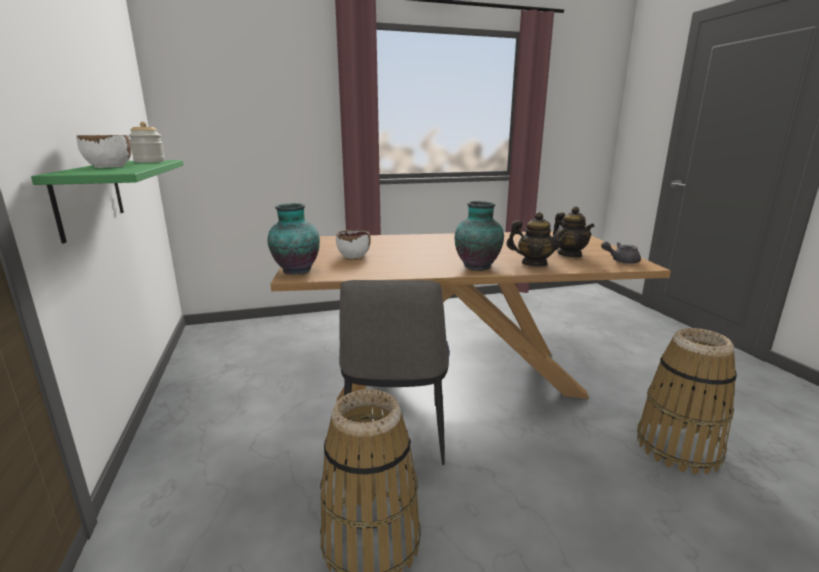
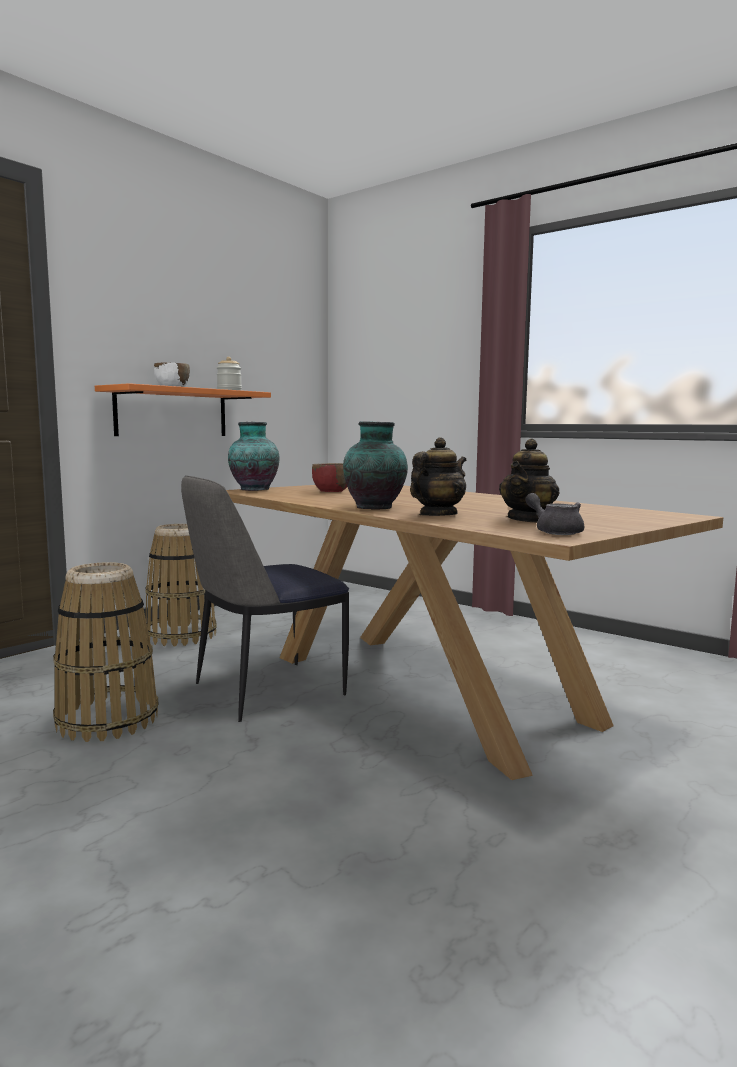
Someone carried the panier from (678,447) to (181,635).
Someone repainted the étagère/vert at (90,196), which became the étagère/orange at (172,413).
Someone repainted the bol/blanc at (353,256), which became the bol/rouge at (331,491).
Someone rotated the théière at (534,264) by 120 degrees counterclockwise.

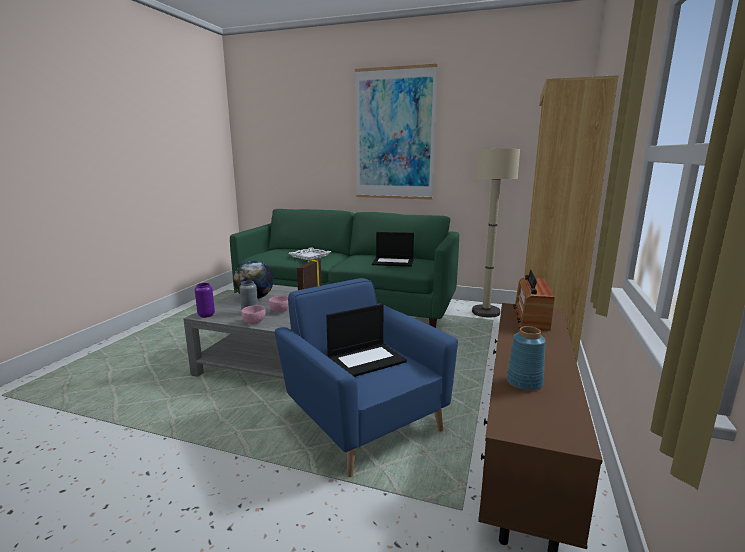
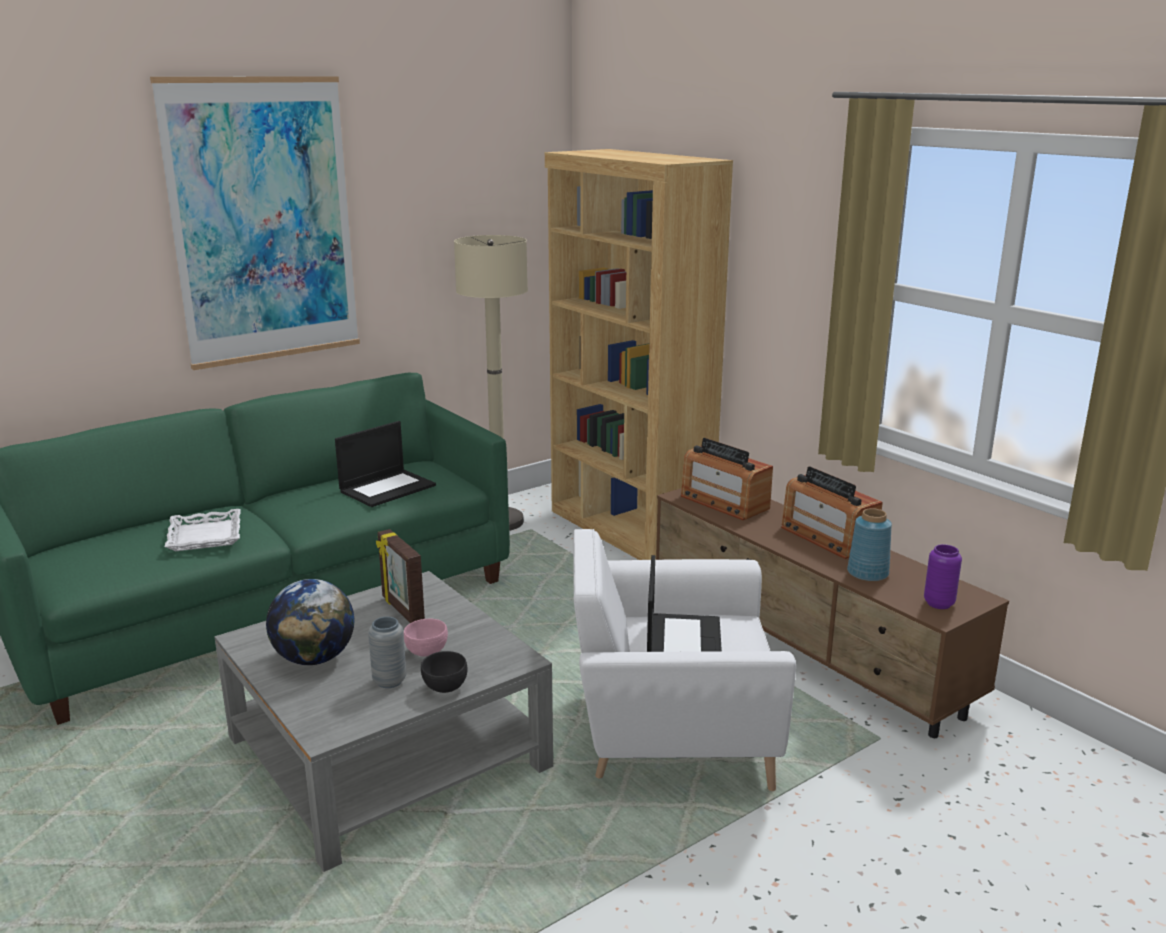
Someone put down the radio at (827,537).
Someone carried the vase/violet from (206,315) to (938,603).
Someone repainted the bol/rose at (254,322), which became the bol/noir at (445,687).
Someone repainted the fauteuil/bleu at (363,421), which became the fauteuil/blanc at (670,737).

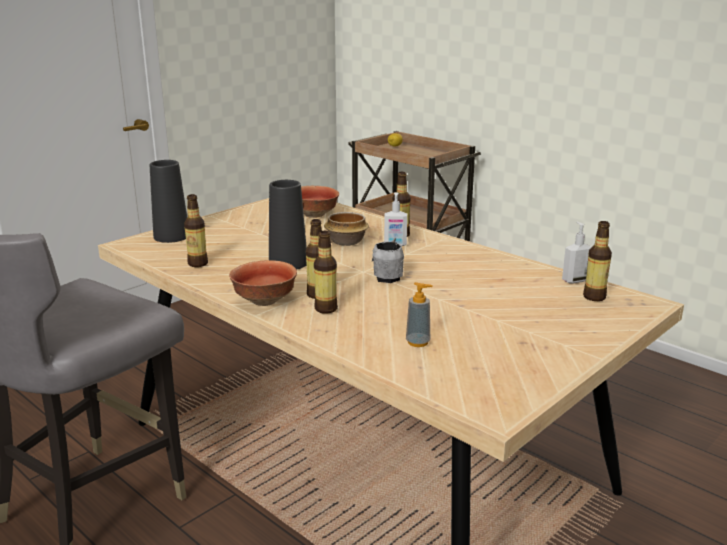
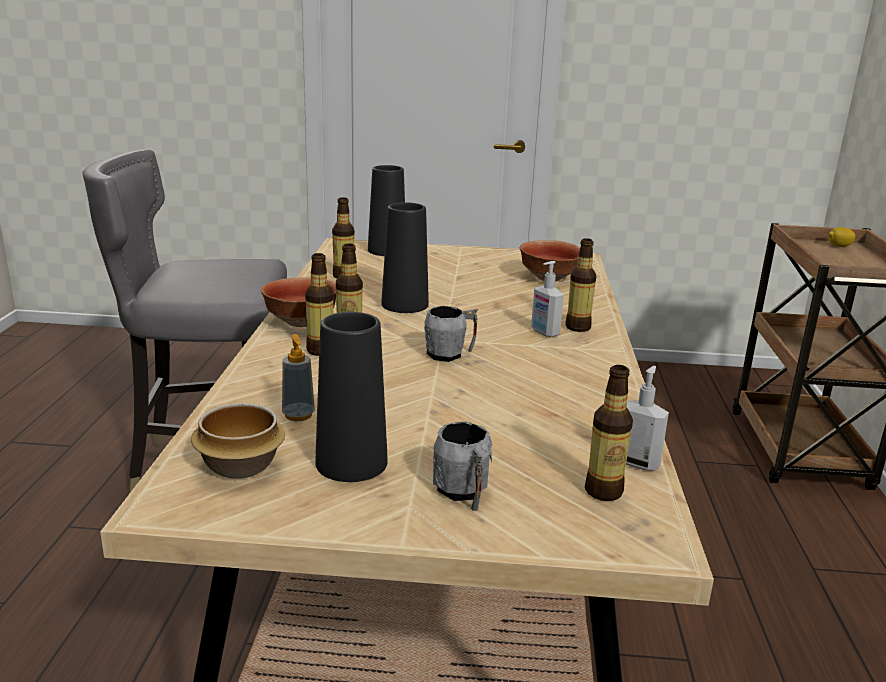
Someone put down the vase/noir at (351,462).
Someone put down the mug/gris at (463,493).
Someone carried the bol from (345,242) to (239,465).

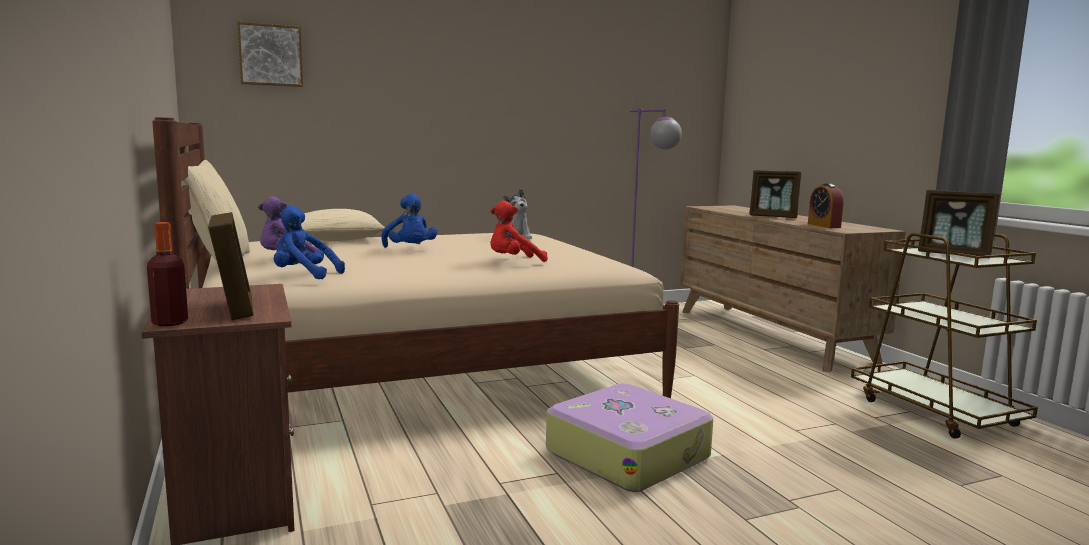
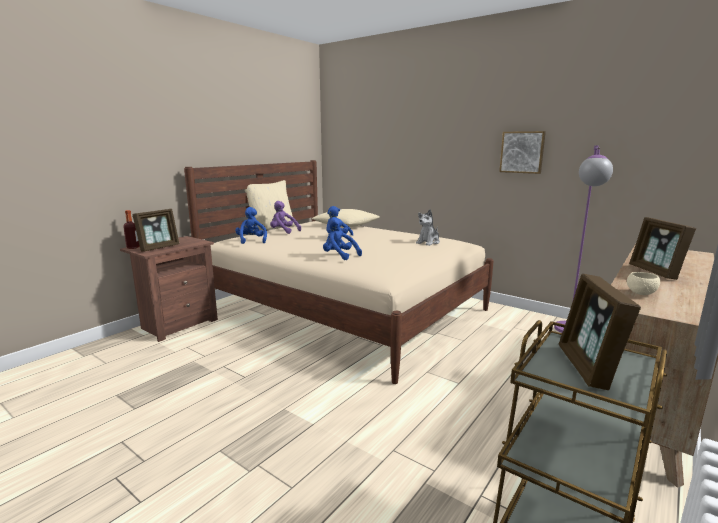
Someone took away the valise at (628,454).
Someone carried the tableau from (270,55) to (522,152).
Someone swapped the réveil at (824,225) for the bol/beige at (640,293).
Someone repainted the peluche/rouge at (513,261), which became the peluche/bleu at (339,256).

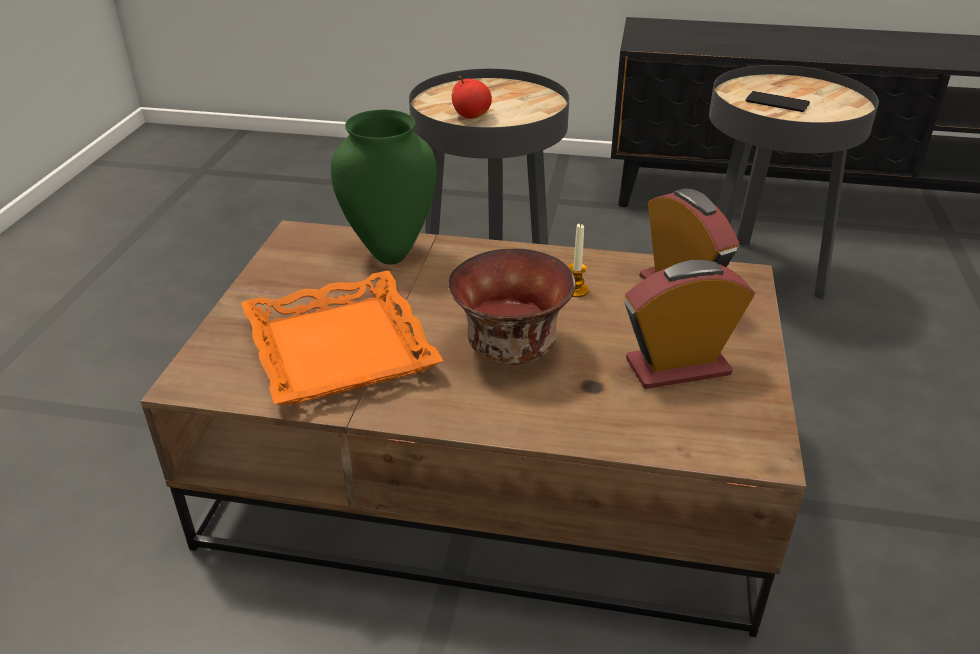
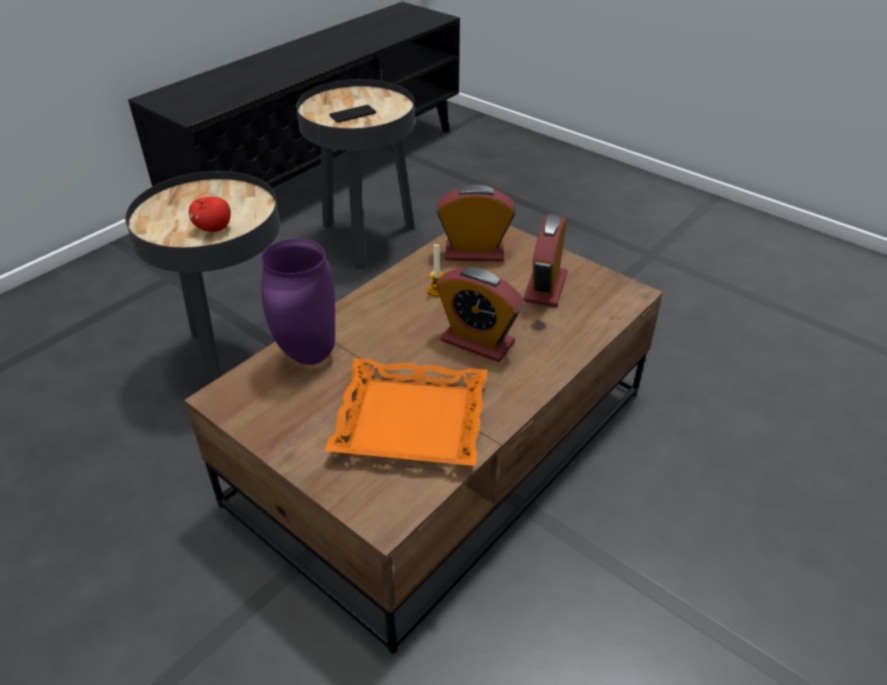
Someone swapped the bol at (512,349) for the réveil at (477,342).
Someone repainted the vase/vert at (390,255), which became the vase/violet at (310,356).

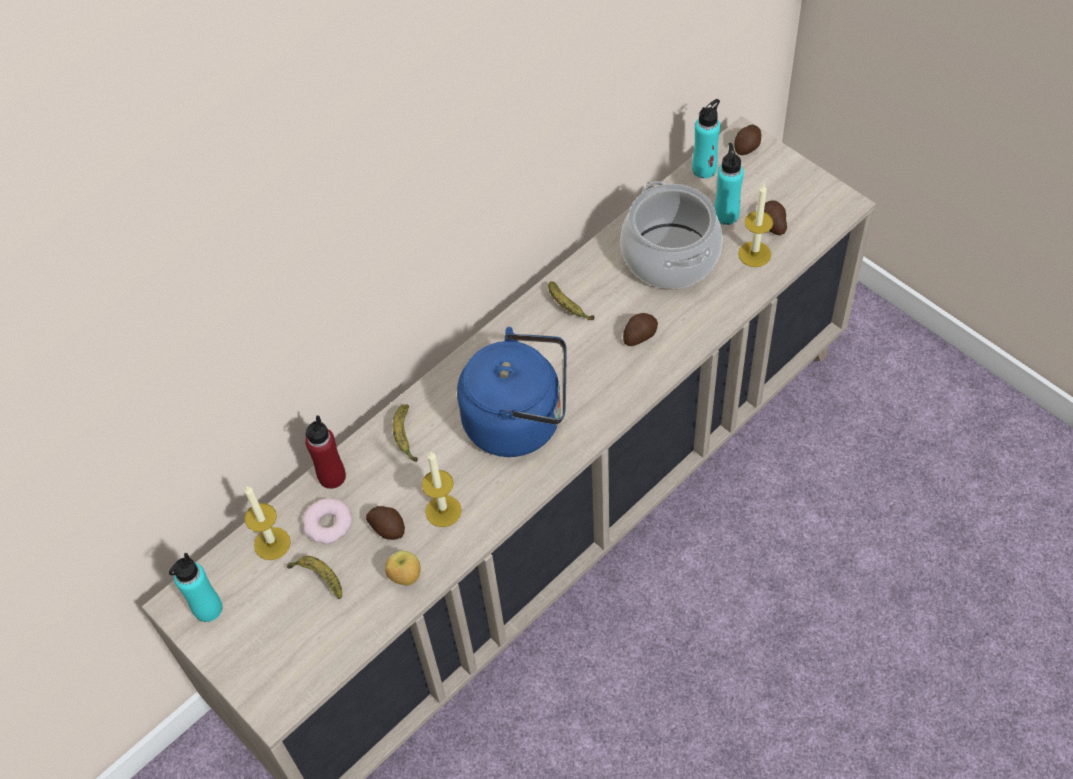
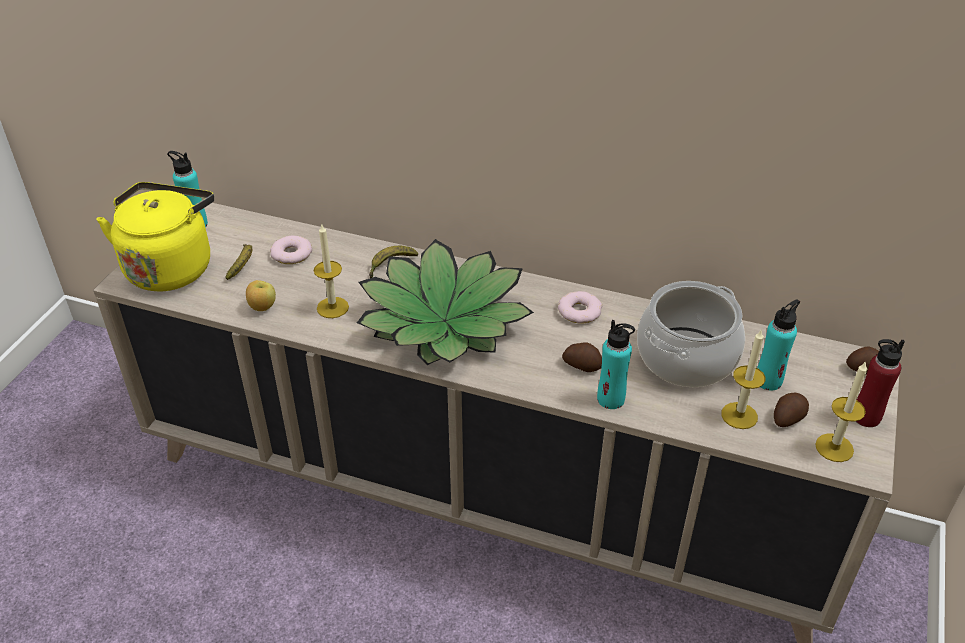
Someone took away the pomme de terre at (387,527).
Someone put down the bouilloire/jaune at (171,266).
Someone carried the bougie from (272,543) to (834,447).
Someone carried the bouteille/rouge from (332,476) to (866,417).
Someone carried the bouteille/turquoise from (704,169) to (611,399).
Someone swapped the bouilloire/bleu at (519,420) for the plante en pot at (444,321).
Someone swapped the banane at (567,307) for the beignet at (579,311).

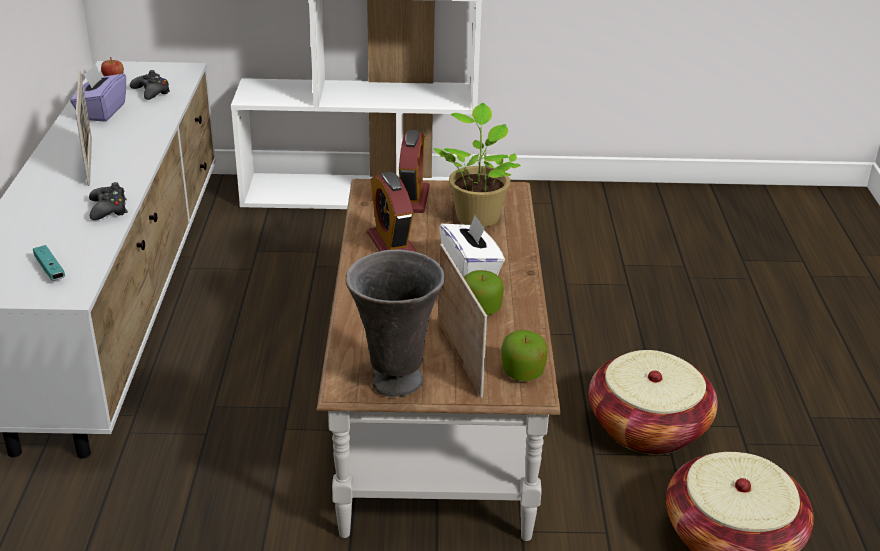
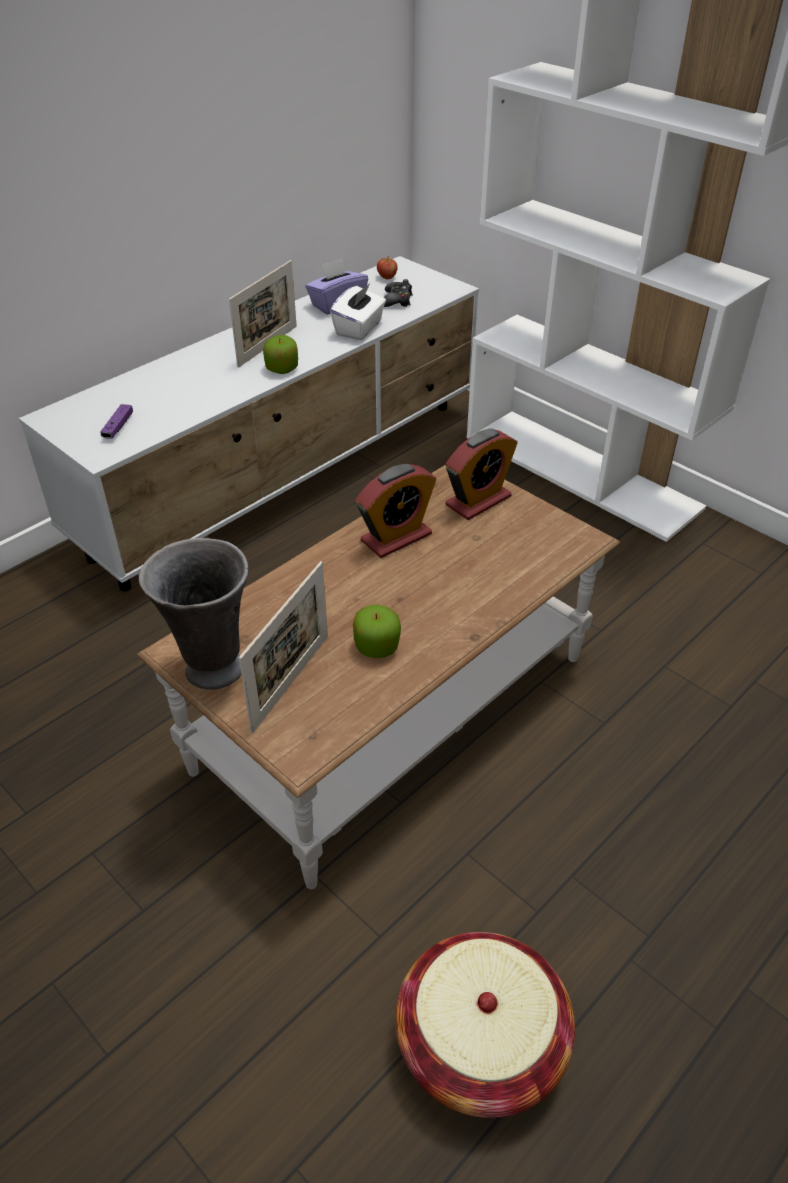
Someone took away the manette/noir at (108,209).
Someone took away the plante en pot at (477,215).
Someone took away the panier at (647,427).
Someone carried the boîte à mouchoirs/blanc from (470,269) to (359,329).
Someone carried the pomme from (522,372) to (282,369).
Someone repainted the manette/turquoise at (50,269), which became the manette/violet at (118,427).
Someone rotated the réveil at (391,245) by 150 degrees counterclockwise.

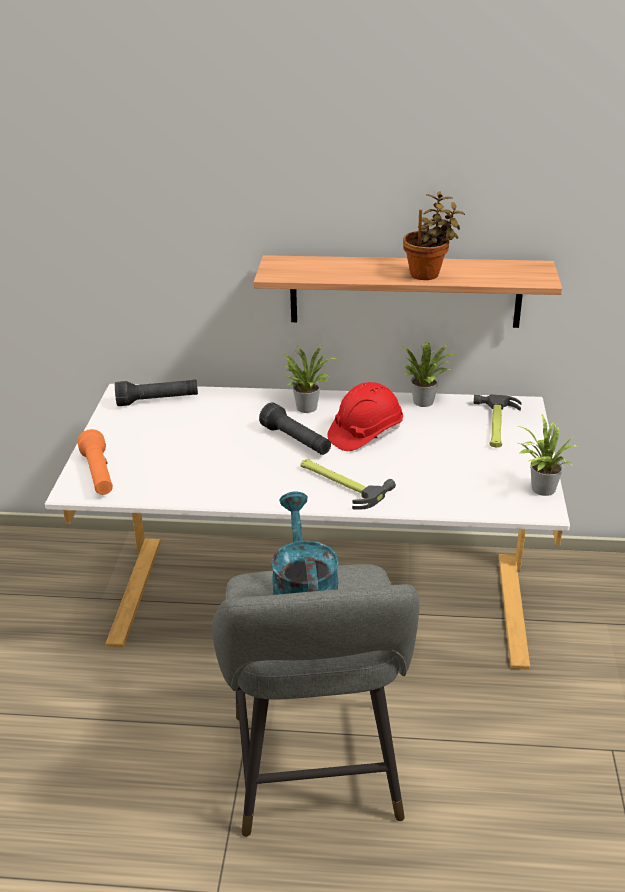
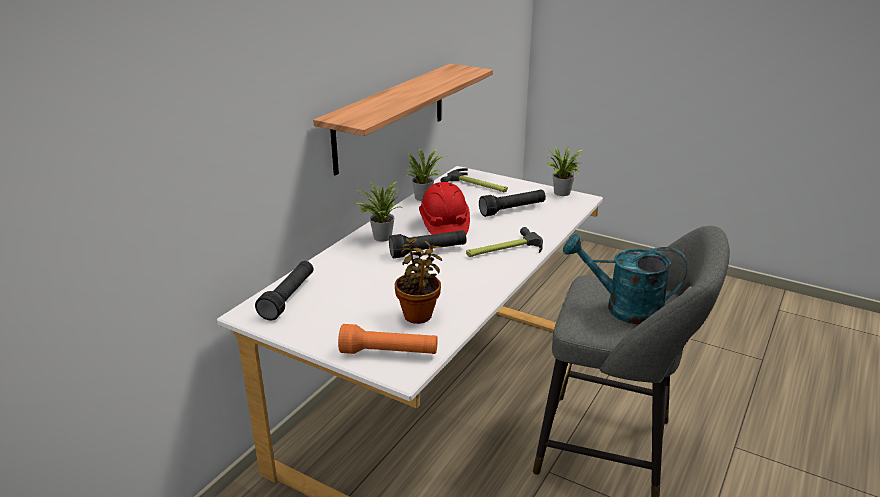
Someone put down the lampe de poche/noir at (512,210).
Someone carried the plante en pot from (428,274) to (419,314).

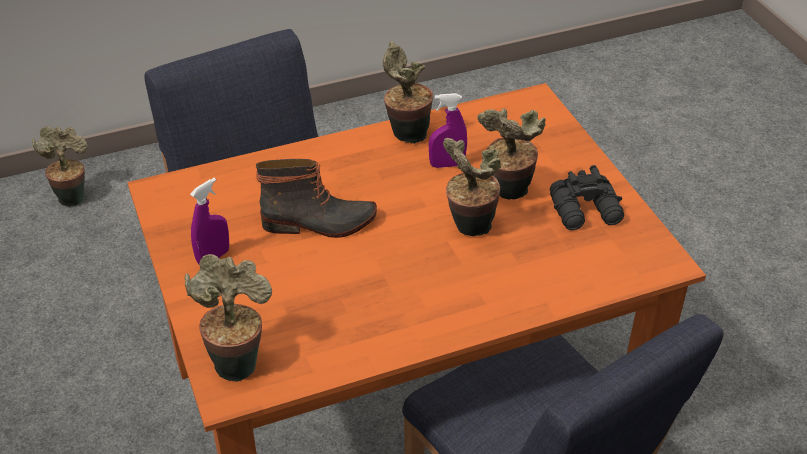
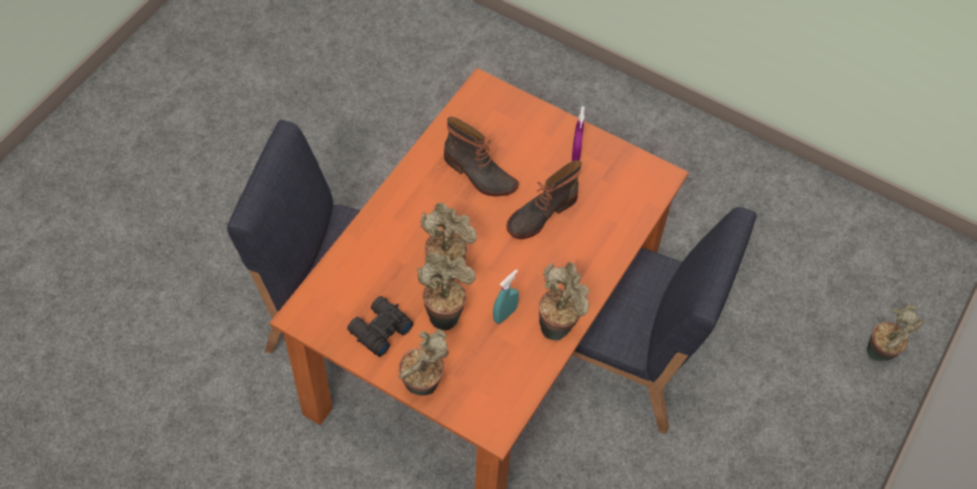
Someone put down the botte at (479,175).
Someone carried the plante en pot from (237,361) to (423,387).
Someone repainted the vaporisateur/violet at (447,164), which became the vaporisateur/turquoise at (505,314).

